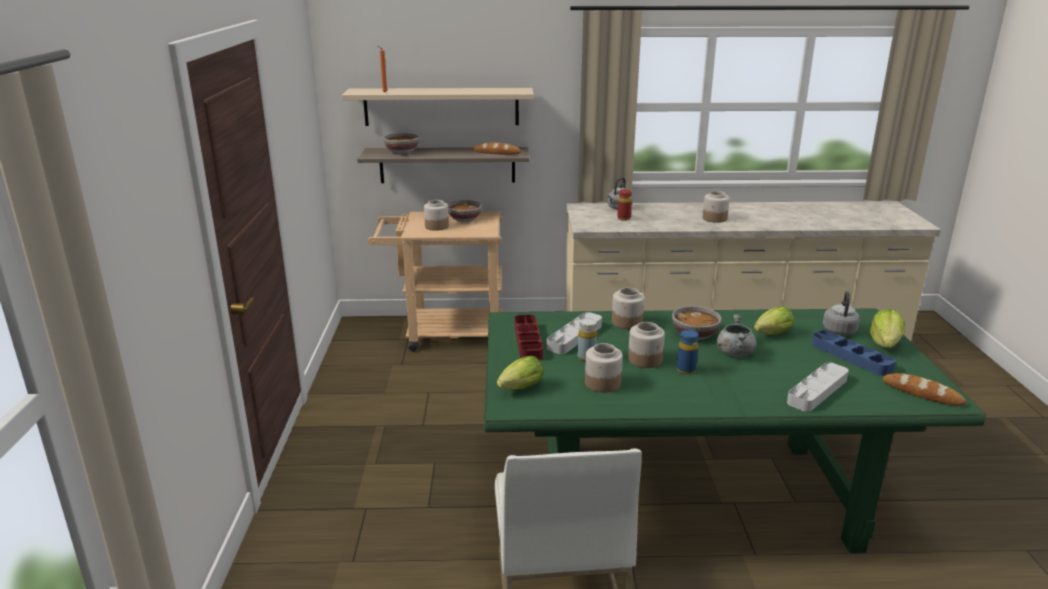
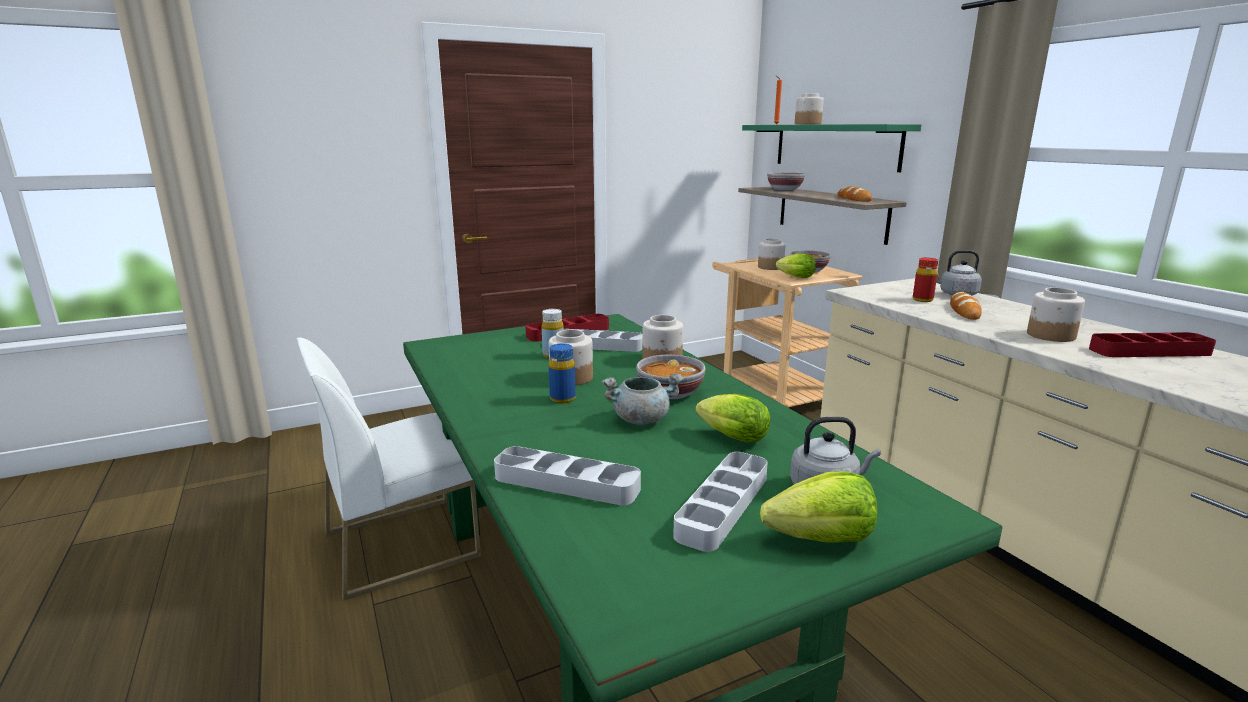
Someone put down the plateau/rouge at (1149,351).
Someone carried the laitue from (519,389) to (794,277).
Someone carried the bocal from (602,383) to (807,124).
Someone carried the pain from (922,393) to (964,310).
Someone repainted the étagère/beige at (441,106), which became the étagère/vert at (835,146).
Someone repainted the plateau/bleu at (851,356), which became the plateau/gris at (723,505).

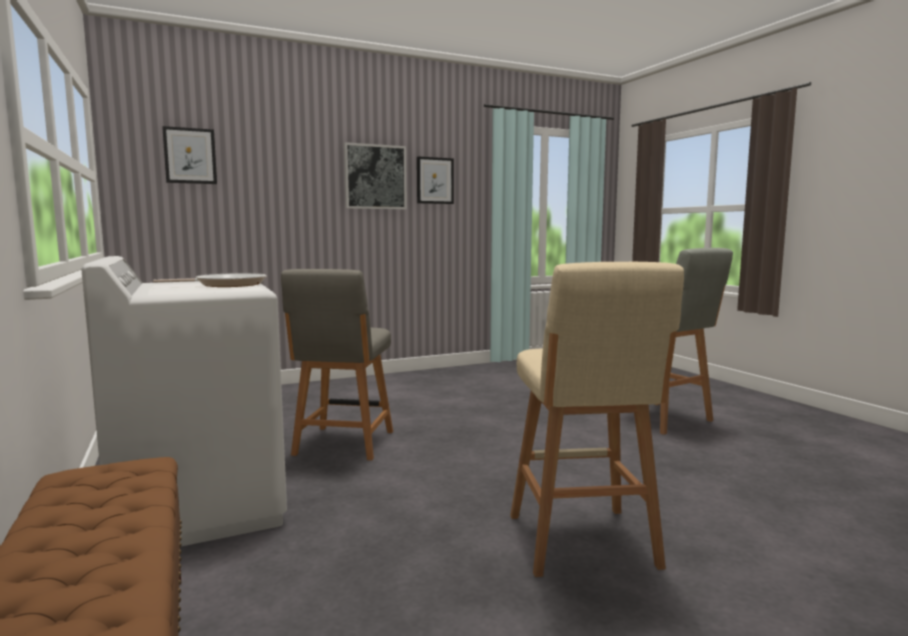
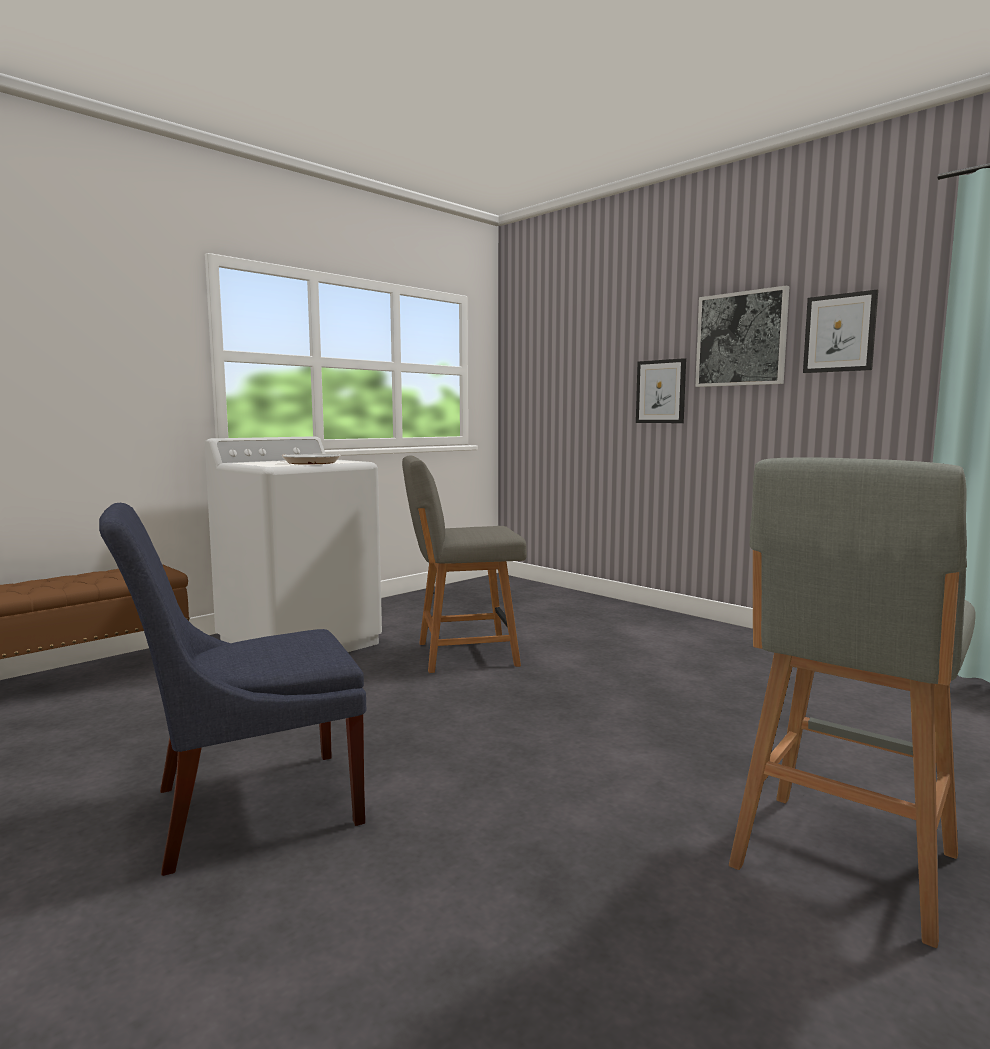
Someone carried the tableau from (190,156) to (661,391).
Someone swapped the tabouret/beige at (583,544) for the chaise/bleu at (246,807).

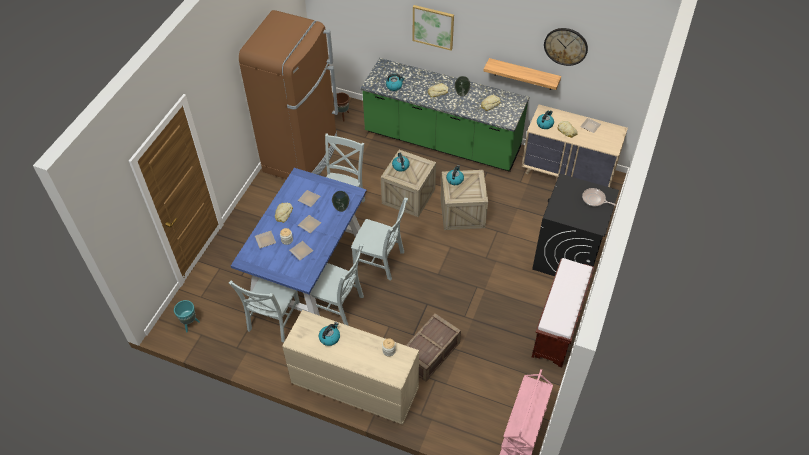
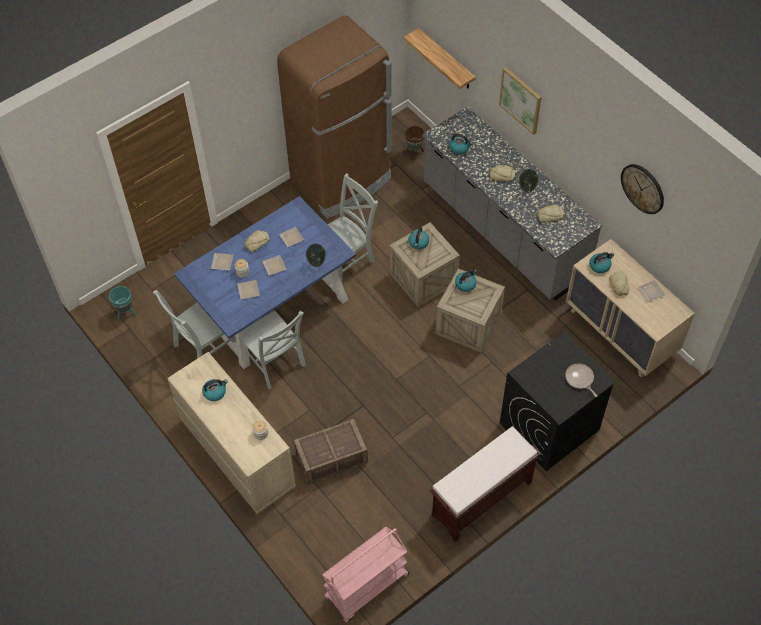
Someone took away the chaise/gris at (381,261).
Someone carried the étagère from (523,74) to (446,60).
Someone repainted the comptoir de cuisine/vert at (442,141), which became the comptoir de cuisine/gris at (503,231).

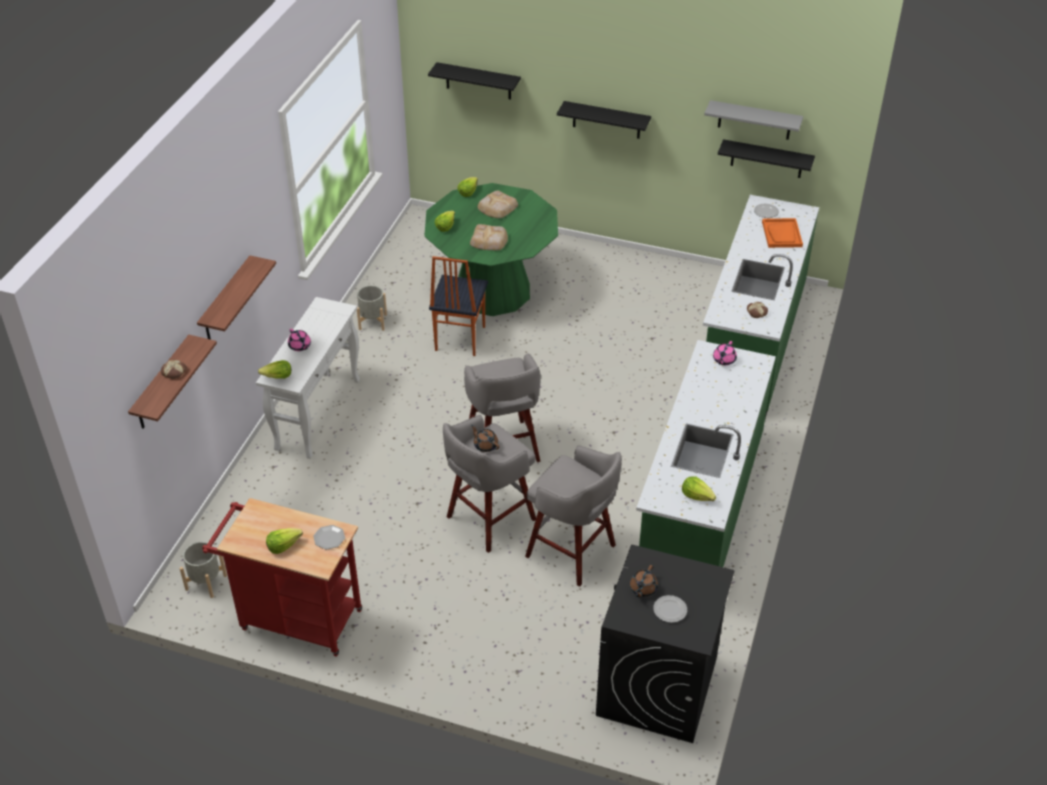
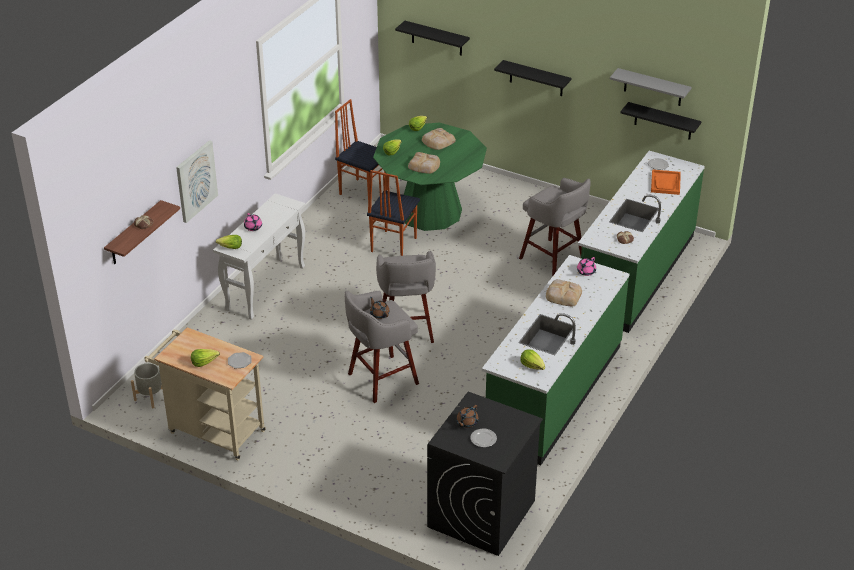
Someone took away the cache-pot/gris at (372,322).
Someone put down the chaise at (363,191).
Someone put down the pain at (563,295).
Someone carried the tabouret/gris from (573,552) to (553,260).
Someone swapped the étagère at (226,300) for the tableau at (196,181).
Someone repainted the chariot/rouge at (294,618), which became the chariot/beige at (212,430).

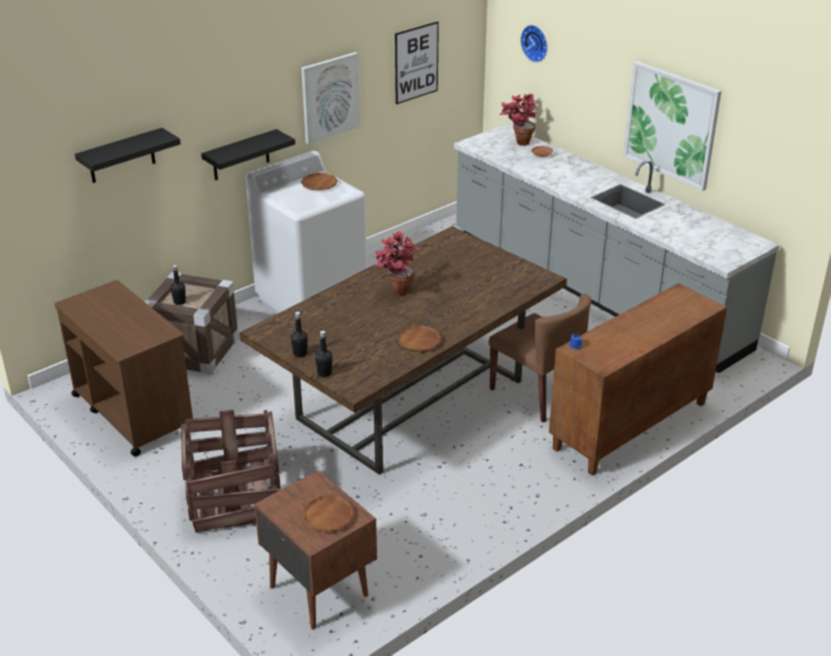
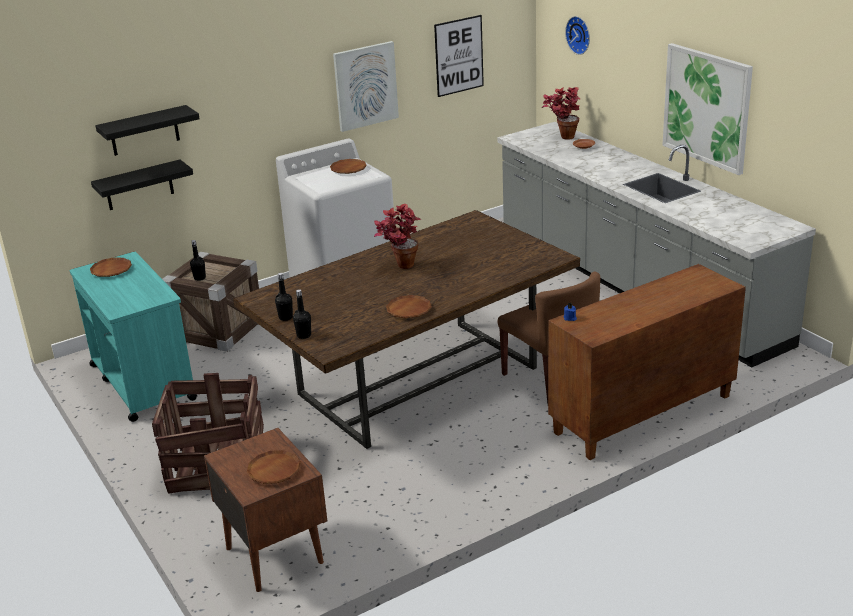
Someone put down the assiette/marron at (111,270).
Someone carried the étagère/noir from (240,155) to (139,185).
Someone repainted the chariot/marron at (132,411), which became the chariot/turquoise at (142,381).

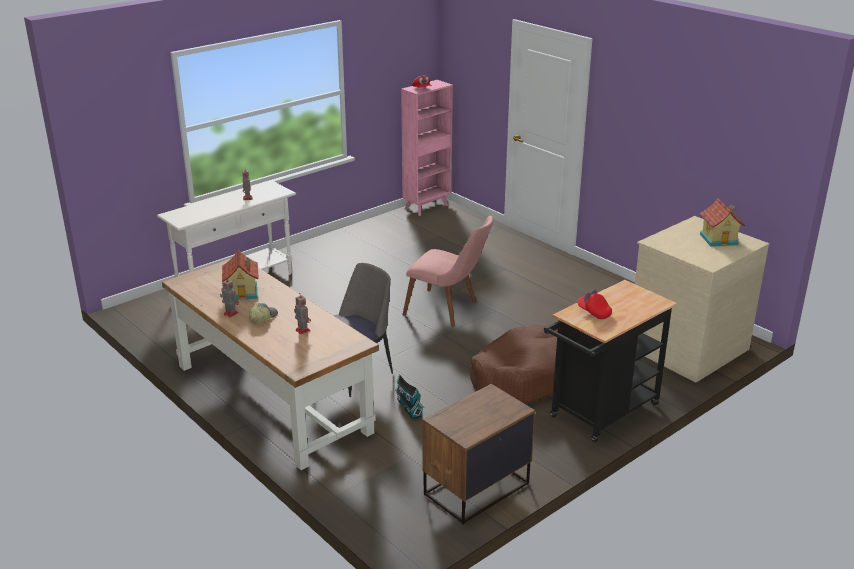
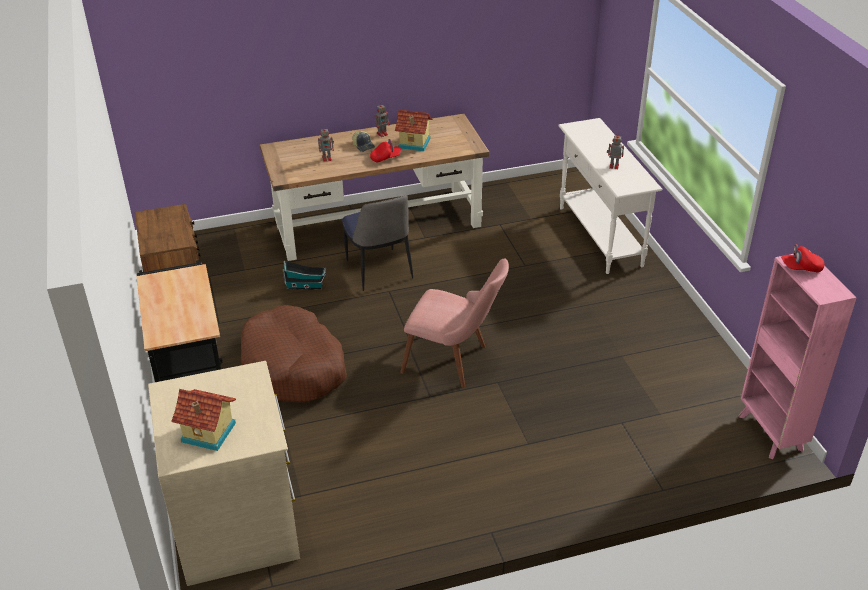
Someone carried the casquette/rouge from (594,312) to (385,158).
Someone rotated the chaise/rose at (449,310) by 120 degrees counterclockwise.

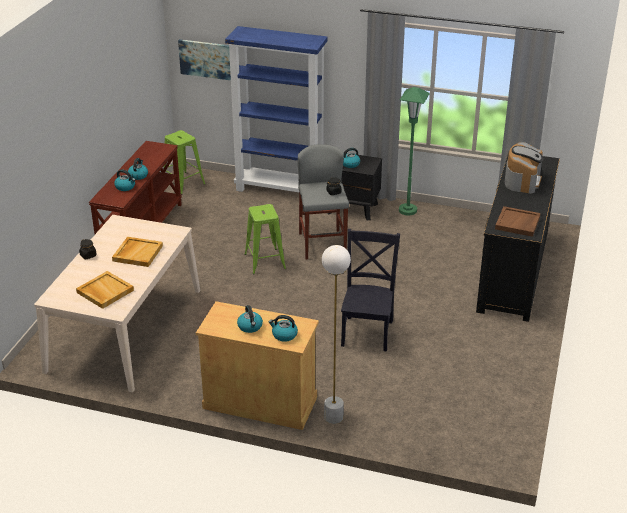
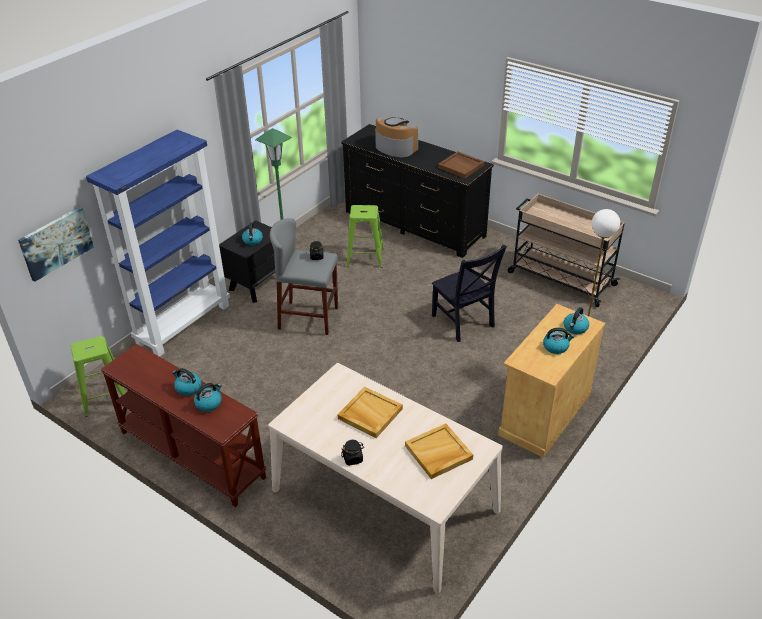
Someone put down the chariot/beige at (560,278).
Someone carried the tabouret/vert from (265,261) to (365,258).
Someone rotated the chaise/noir at (367,331) by 150 degrees counterclockwise.

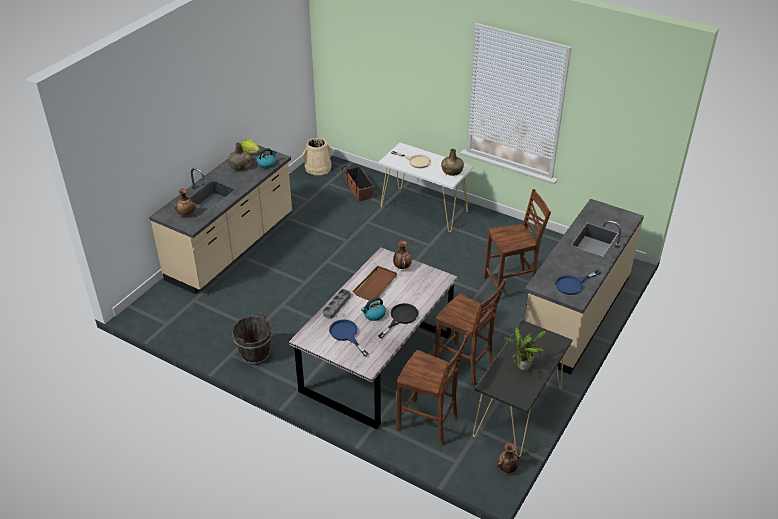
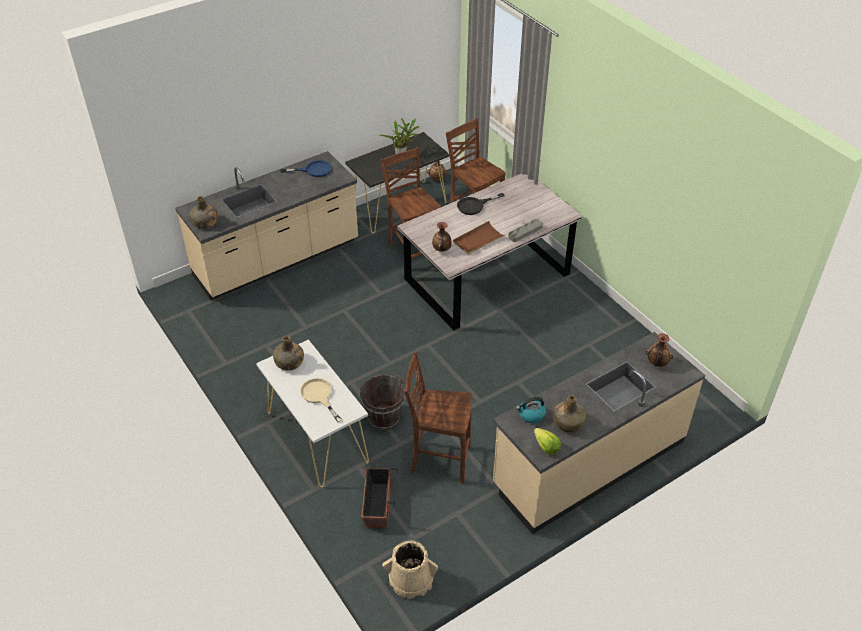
Someone took away the poêle/bleu at (346,335).
Someone took away the bouilloire at (374,315).
Someone put down the bouteille/vert at (205,223).
Someone carried the seau/marron from (255,354) to (384,417).
Someone carried the chaise/marron from (511,285) to (439,460).

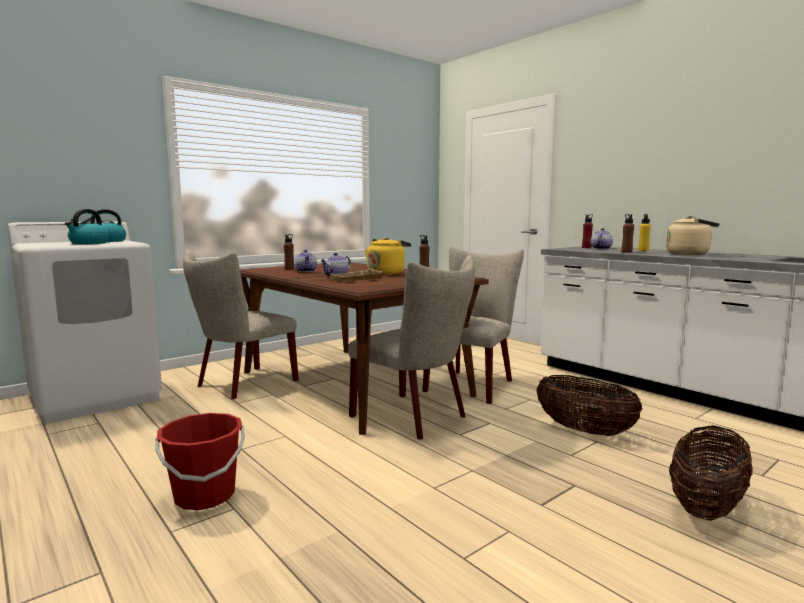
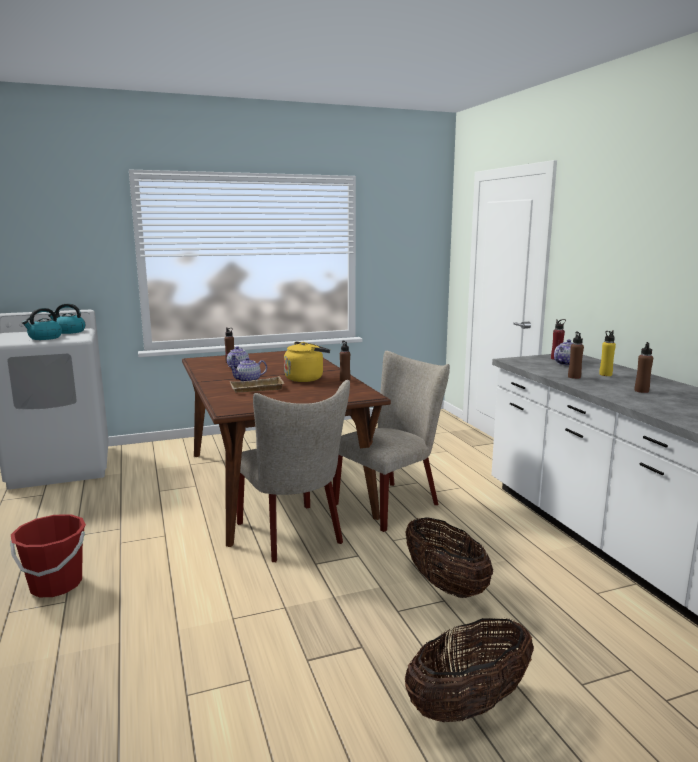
Someone took away the chaise/beige at (242,384).
Someone swapped the bouilloire/beige at (690,254) for the bouteille/marron at (641,391).

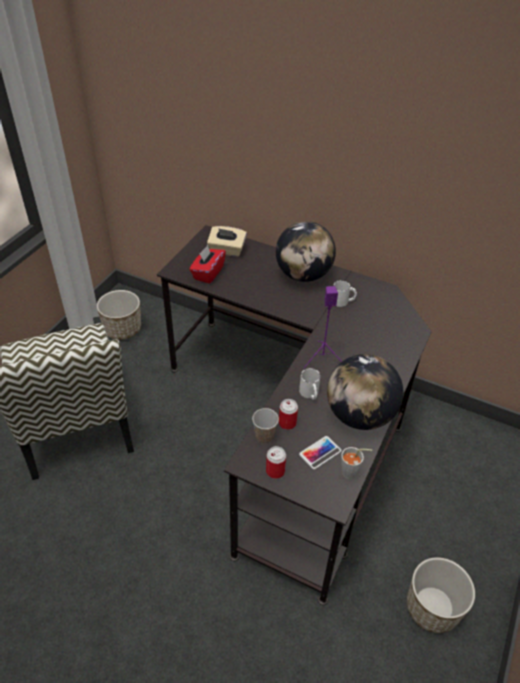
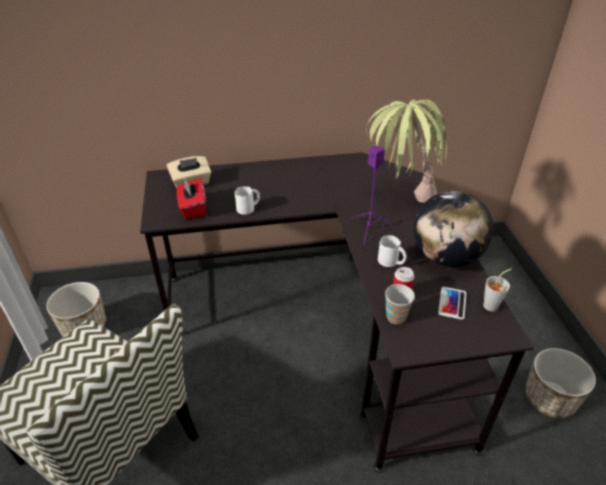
Someone took away the boîte métallique at (275,471).
Someone took away the globe at (303,275).
Someone put down the plante en pot at (399,201).
Someone carried the mug/blanc from (343,301) to (248,208).

